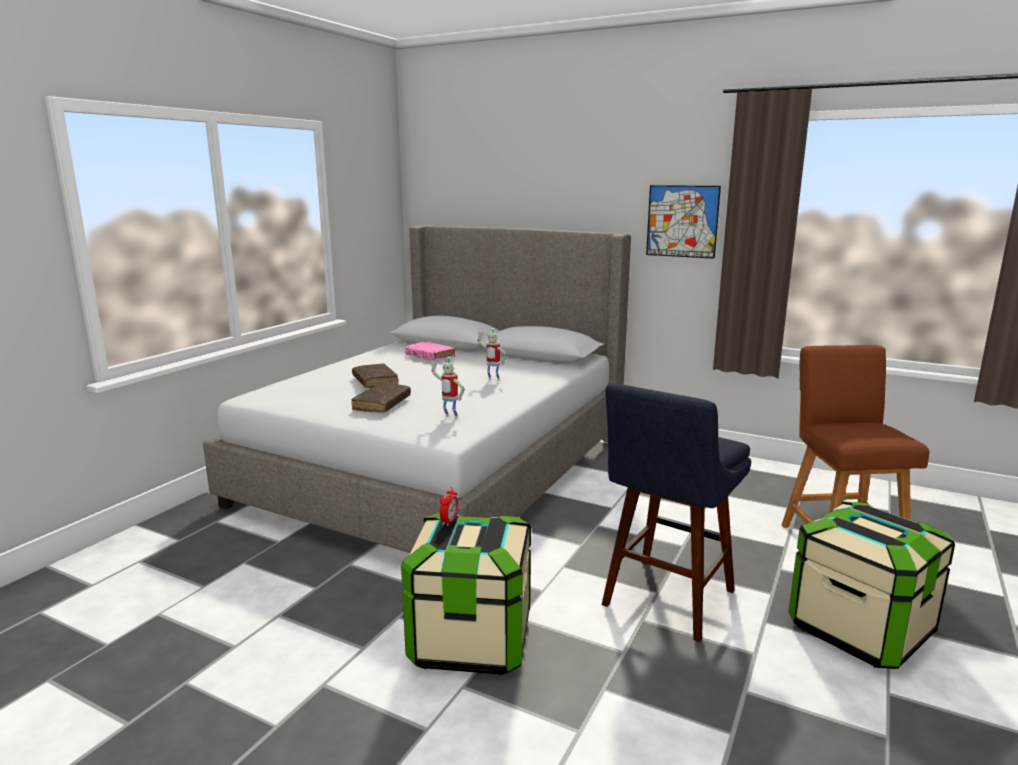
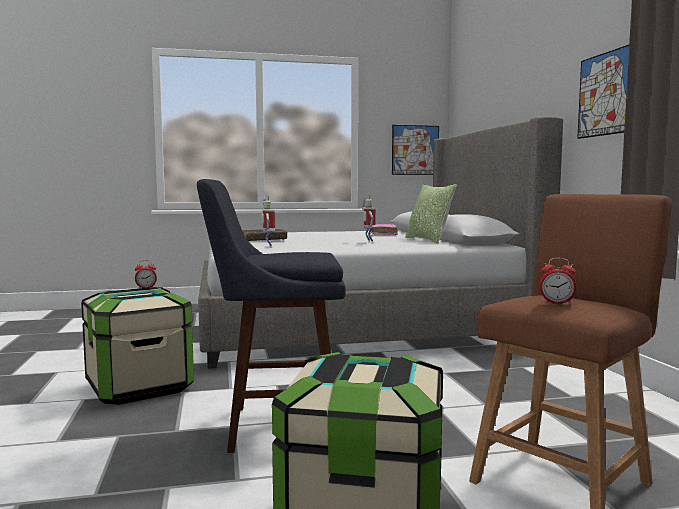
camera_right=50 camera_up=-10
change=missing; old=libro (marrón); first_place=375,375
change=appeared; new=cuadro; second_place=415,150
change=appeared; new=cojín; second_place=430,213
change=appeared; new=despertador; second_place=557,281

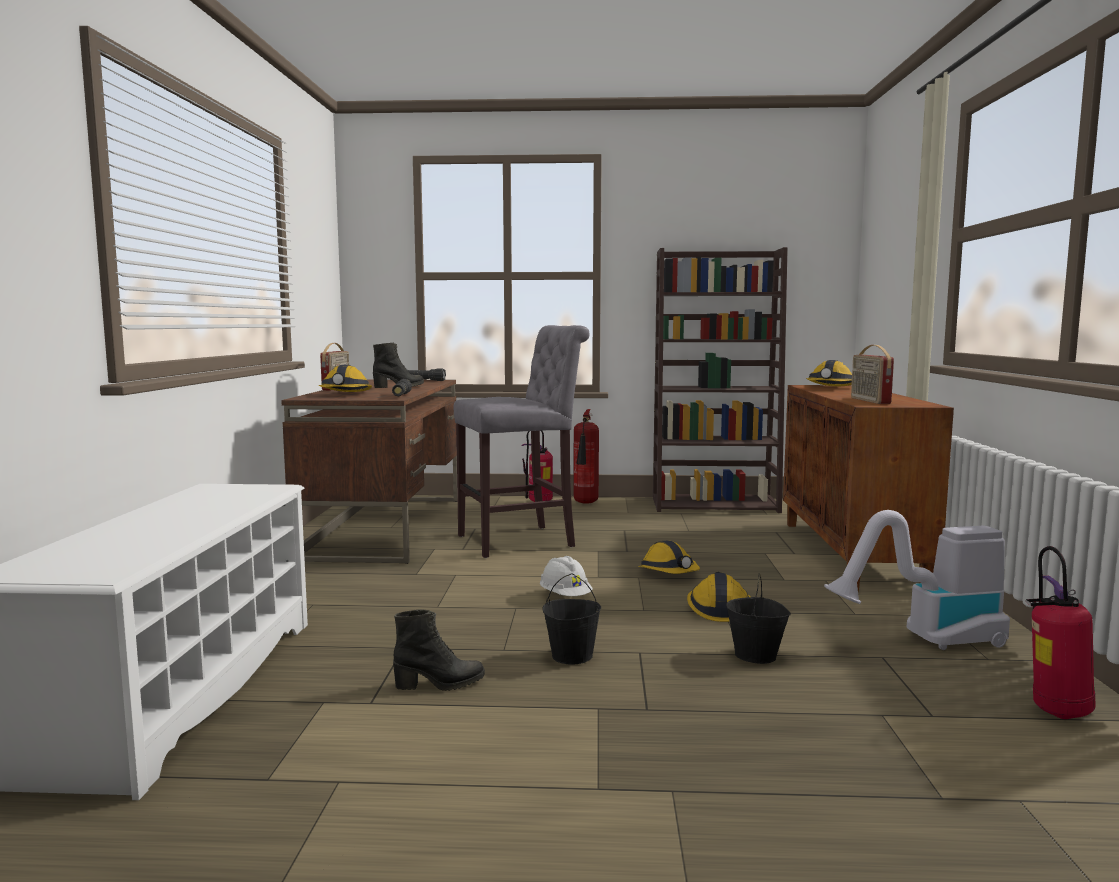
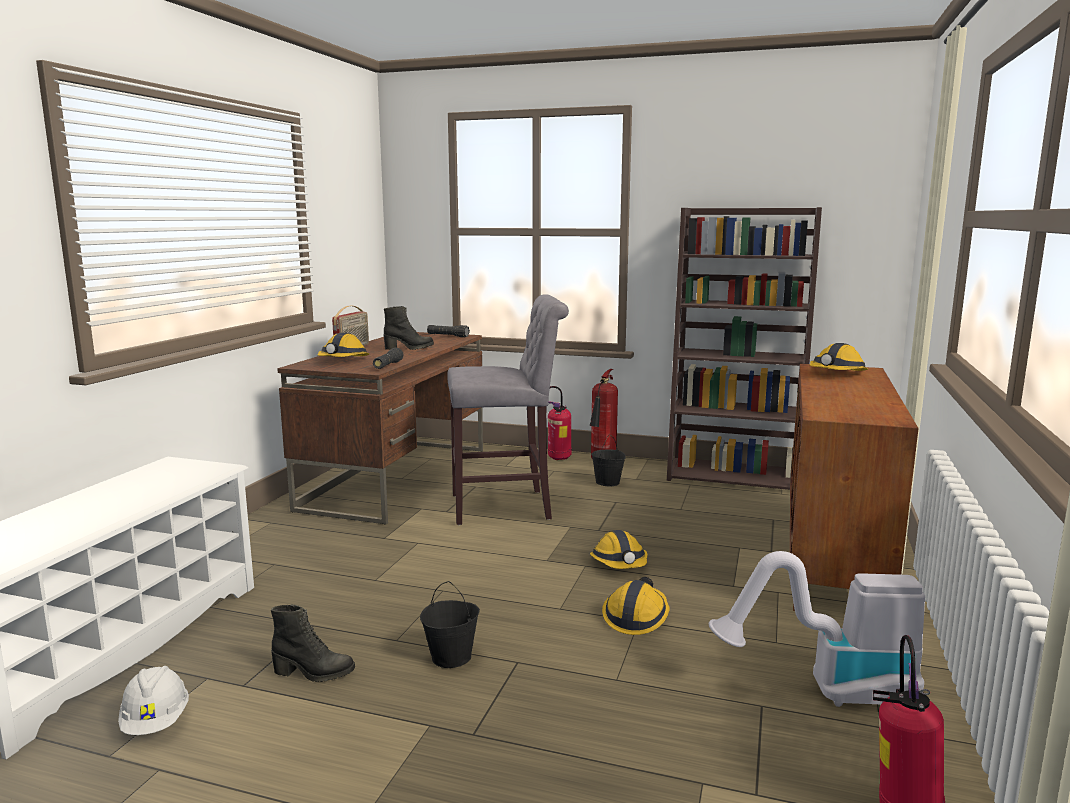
camera_right=15 camera_up=5
change=missing; old=radio; first_place=872,374
change=relocated; old=casco (blanco); first_place=566,576; second_place=153,700
change=relocated; old=cubo (negro); first_place=758,618; second_place=608,460

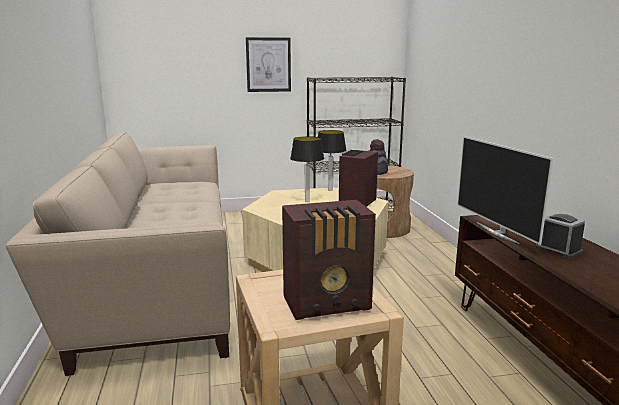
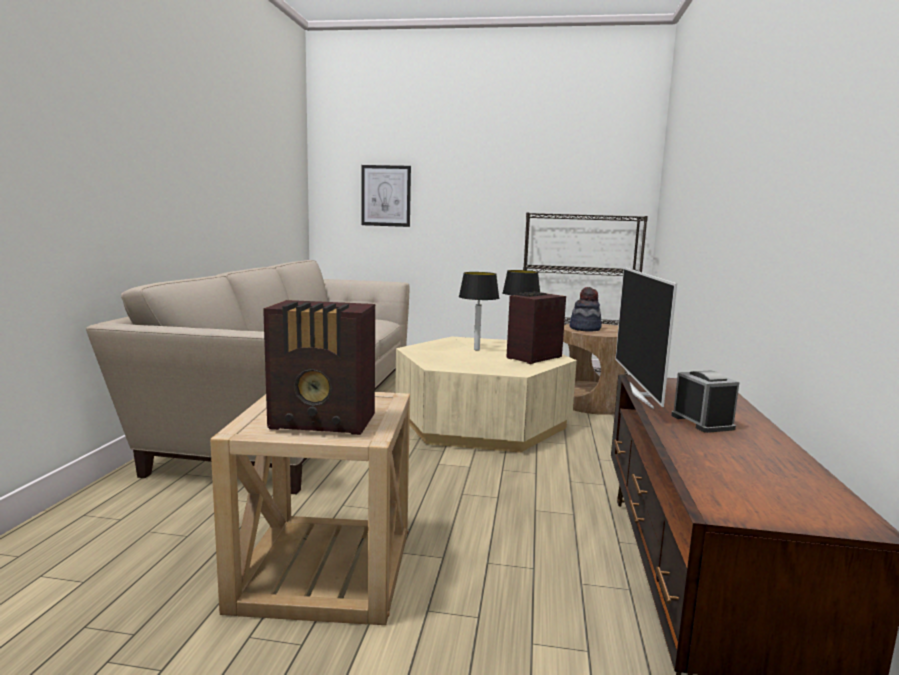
camera_right=20 camera_up=-5
change=relocated; old=cuadro; first_place=268,64; second_place=386,196

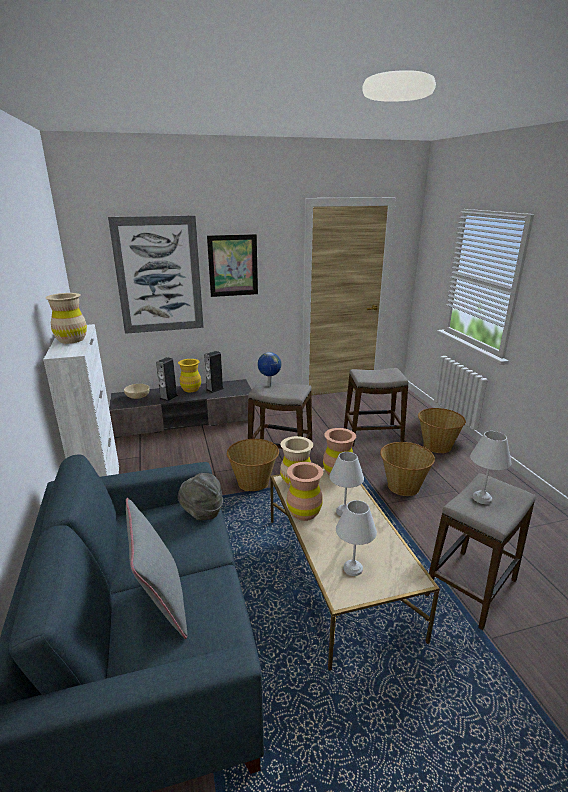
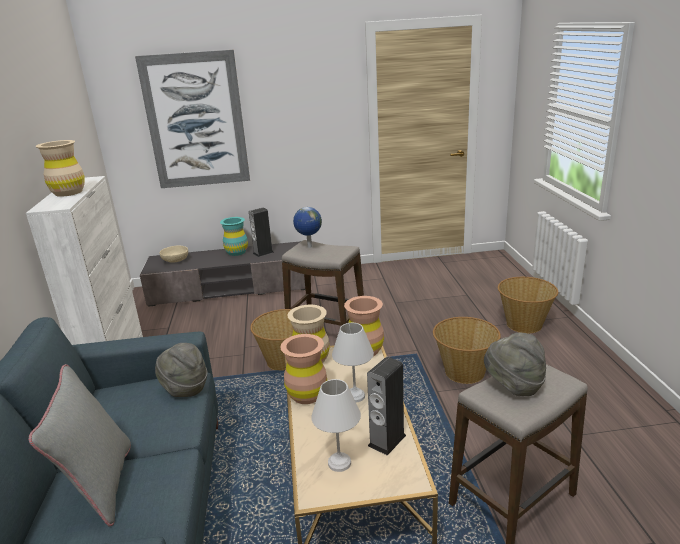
camera_right=10 camera_up=0
change=missing; old=cuadro; first_place=232,265
change=missing; old=taburete; first_place=376,407
change=relocated; old=altavoz; first_place=167,379; second_place=386,406
change=exchanged; old=lámpara de mesa (blanco); new=sombrero (gris); first_place=490,467; second_place=515,364
change=colour; old=florero (amarillo); new=florero (turquesa); first_place=189,375; second_place=234,236

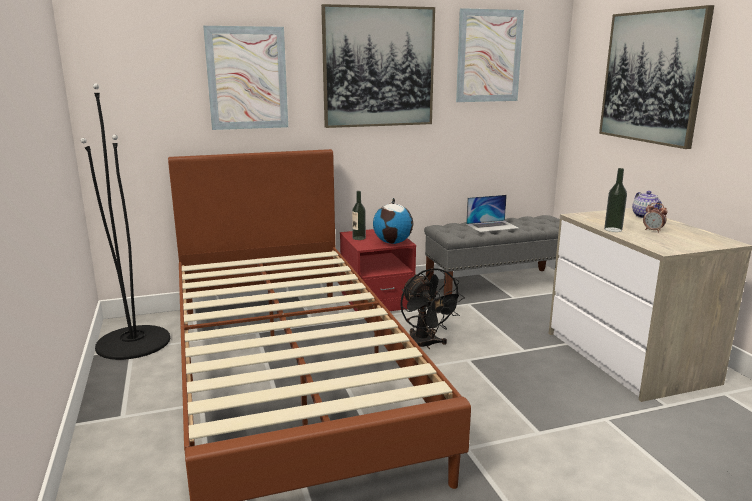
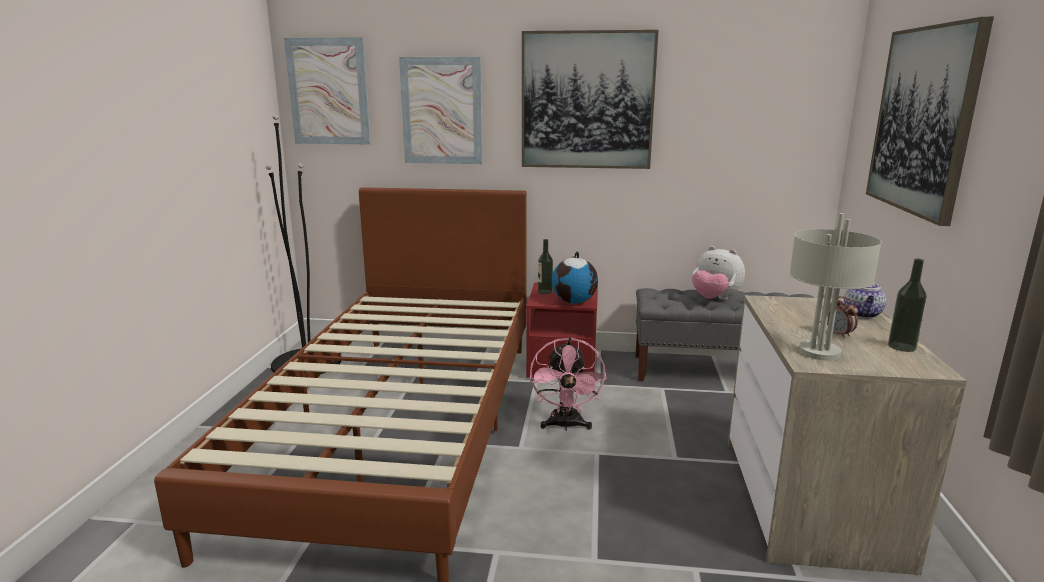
camera_right=25 camera_up=0
change=appeared; new=lámpara de mesa (gris); second_place=835,287
change=relocated; old=cuadro; first_place=490,55; second_place=327,90
change=relocated; old=botella; first_place=615,200; second_place=907,305
change=exchanged; old=portátil; new=peluche; first_place=493,213; second_place=718,273
change=colour; old=ventilador (negro); new=ventilador (rosa); first_place=432,308; second_place=568,384

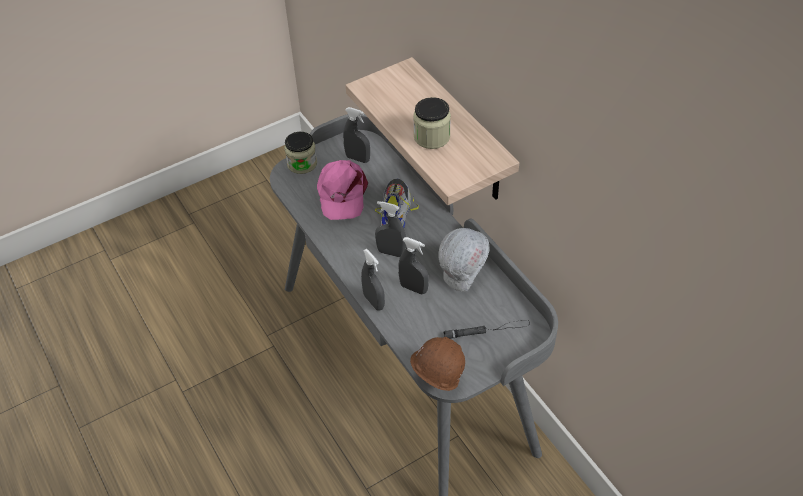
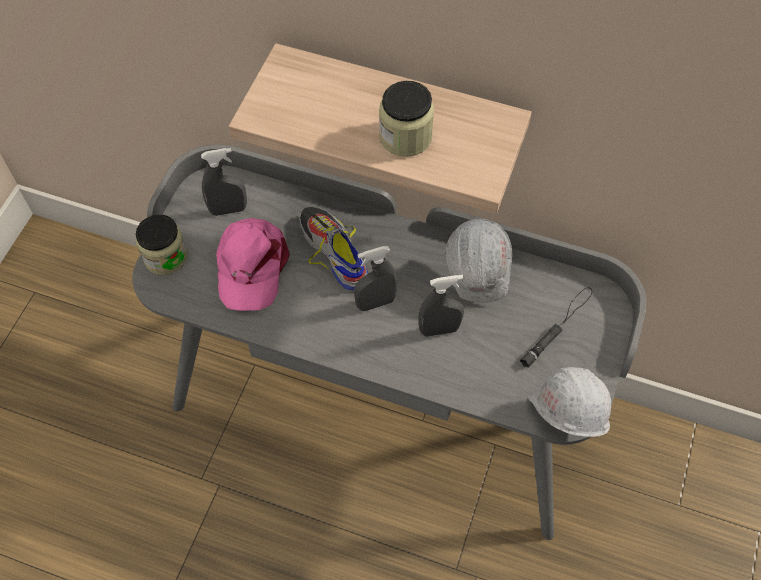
camera_right=-40 camera_up=10
change=missing; old=pulverizador (gris); first_place=373,280
change=colour; old=casco (marrón); new=casco (blanco); first_place=437,364; second_place=568,402
change=spun; old=gorra (rosa); first_place=342,190; second_place=253,264; degrees=45

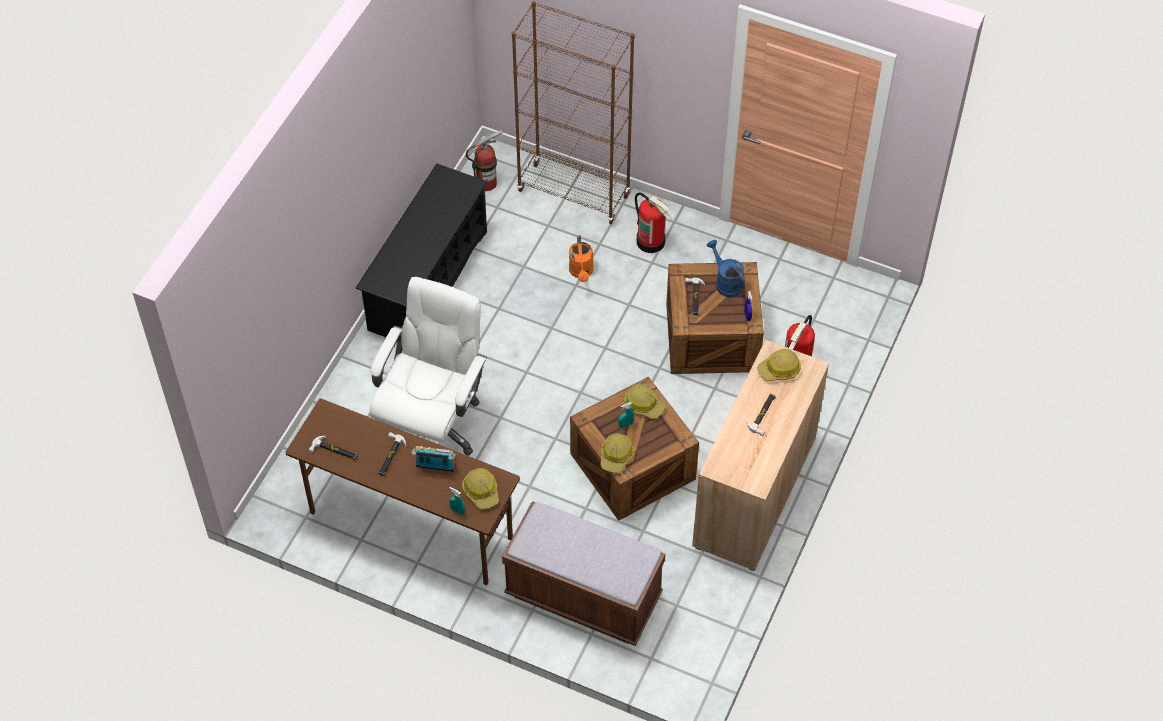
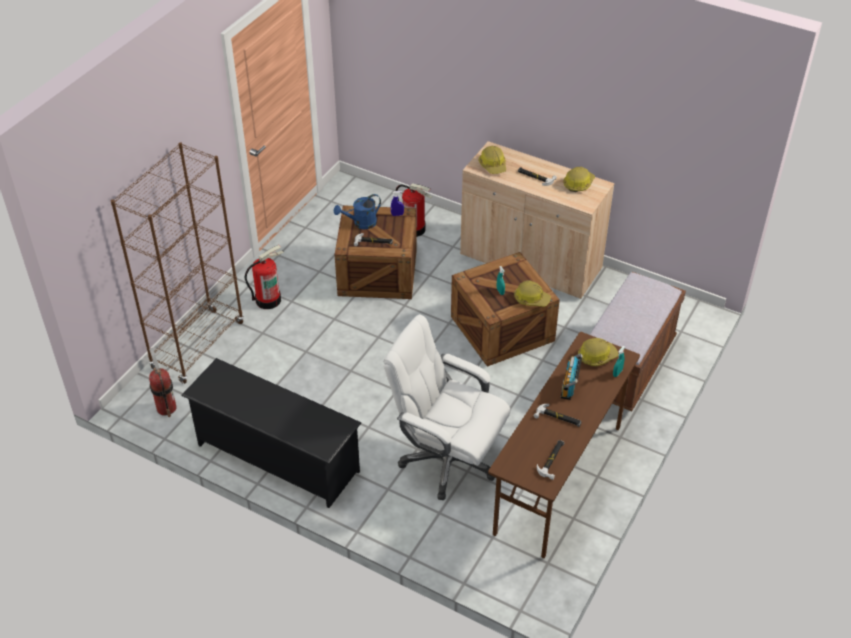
camera_right=-85 camera_up=-10
change=missing; old=regadera (naranja); first_place=581,258
change=relocated; old=casco; first_place=644,401; second_place=579,179

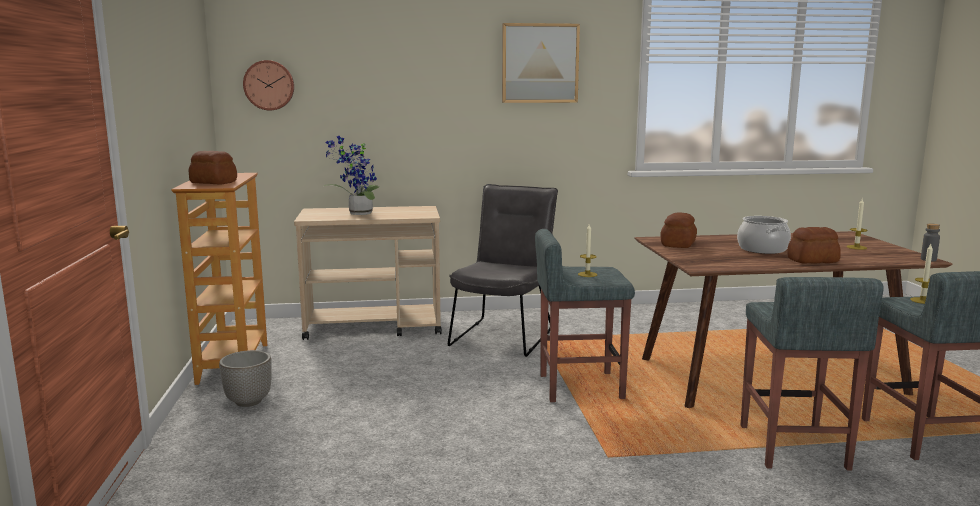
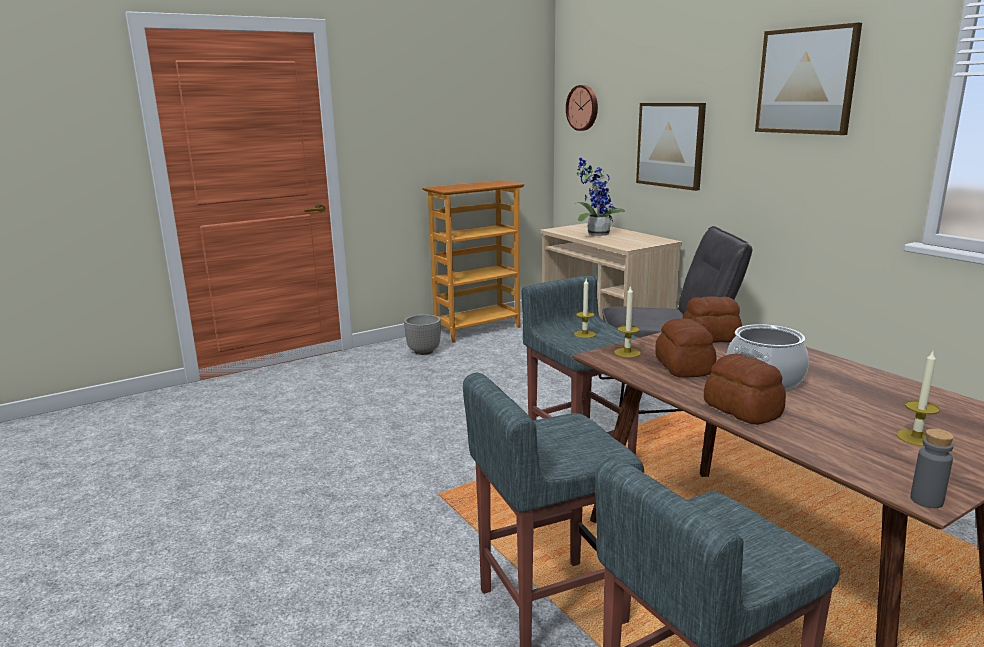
camera_right=65 camera_up=5
change=appeared; new=cuadro; second_place=671,147
change=relocated; old=pan; first_place=213,168; second_place=686,348
change=relocated; old=vela; first_place=921,274; second_place=627,321

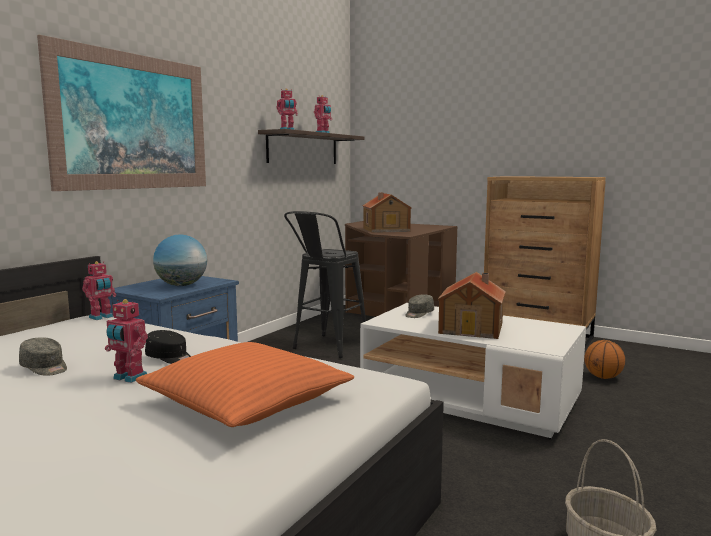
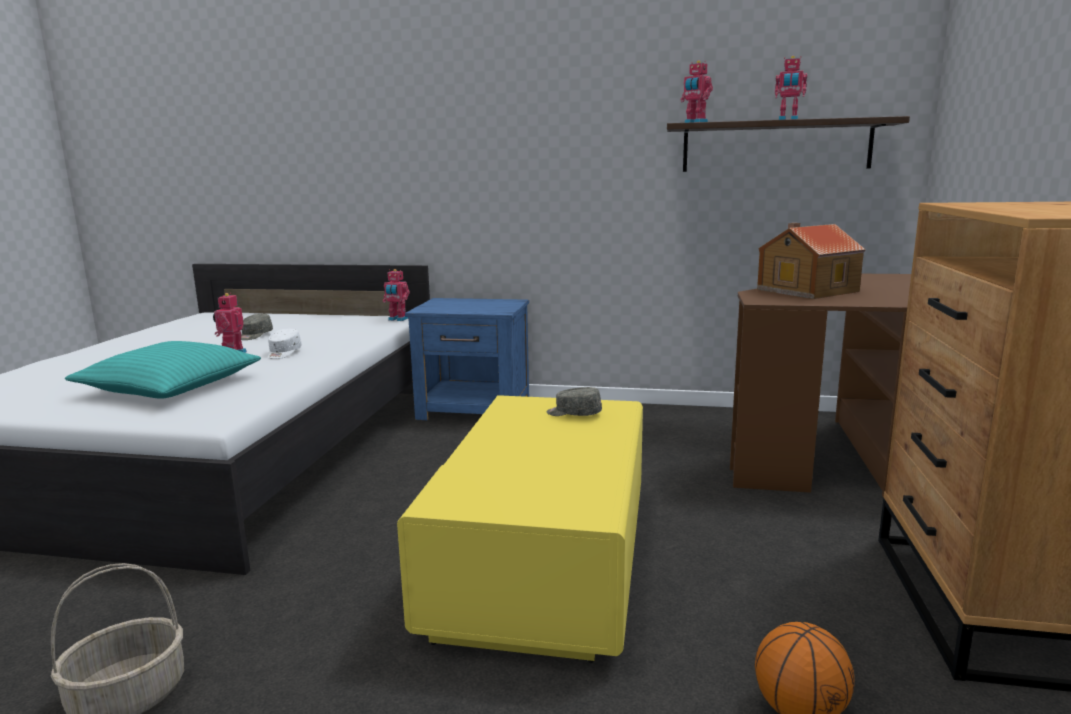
camera_right=70 camera_up=5
change=missing; old=cuadro; first_place=121,113
change=missing; old=globo terráqueo; first_place=180,260
change=missing; old=taburete (negro); first_place=325,284
change=missing; old=casita; first_place=472,305
change=colour; old=cojín (naranja); new=cojín (turquesa); first_place=244,384; second_place=163,370
change=colour; old=gorra (negro); new=gorra (blanco); first_place=168,347; second_place=284,344
change=colour; old=mesa de centro (blanco); new=mesa de centro (amarillo); first_place=473,371; second_place=520,529

